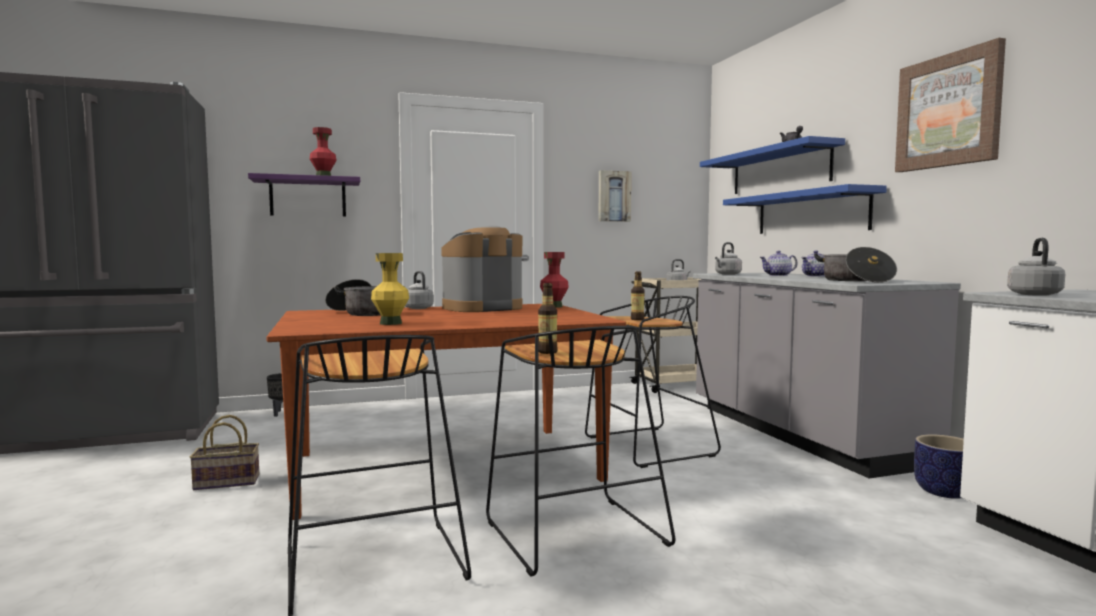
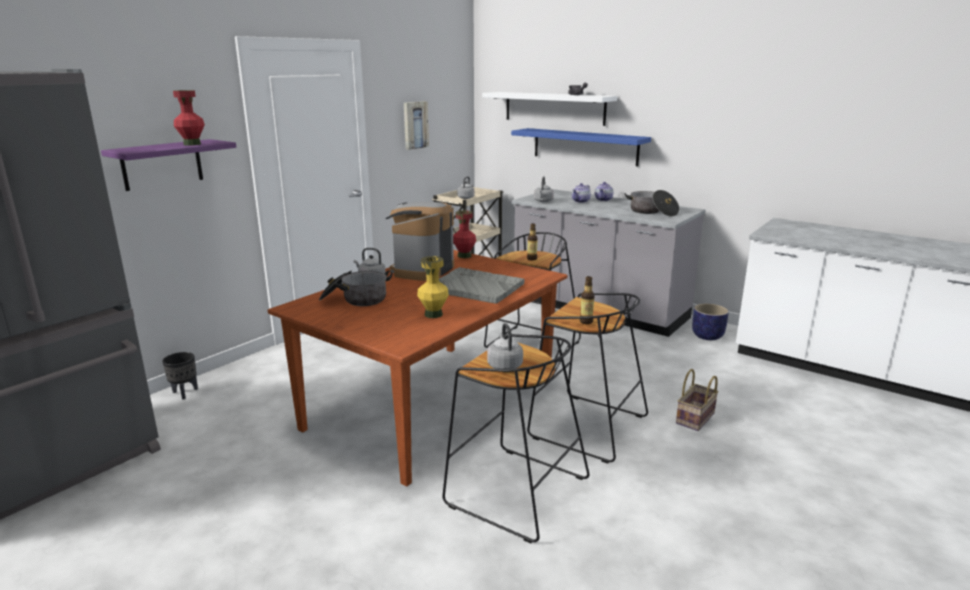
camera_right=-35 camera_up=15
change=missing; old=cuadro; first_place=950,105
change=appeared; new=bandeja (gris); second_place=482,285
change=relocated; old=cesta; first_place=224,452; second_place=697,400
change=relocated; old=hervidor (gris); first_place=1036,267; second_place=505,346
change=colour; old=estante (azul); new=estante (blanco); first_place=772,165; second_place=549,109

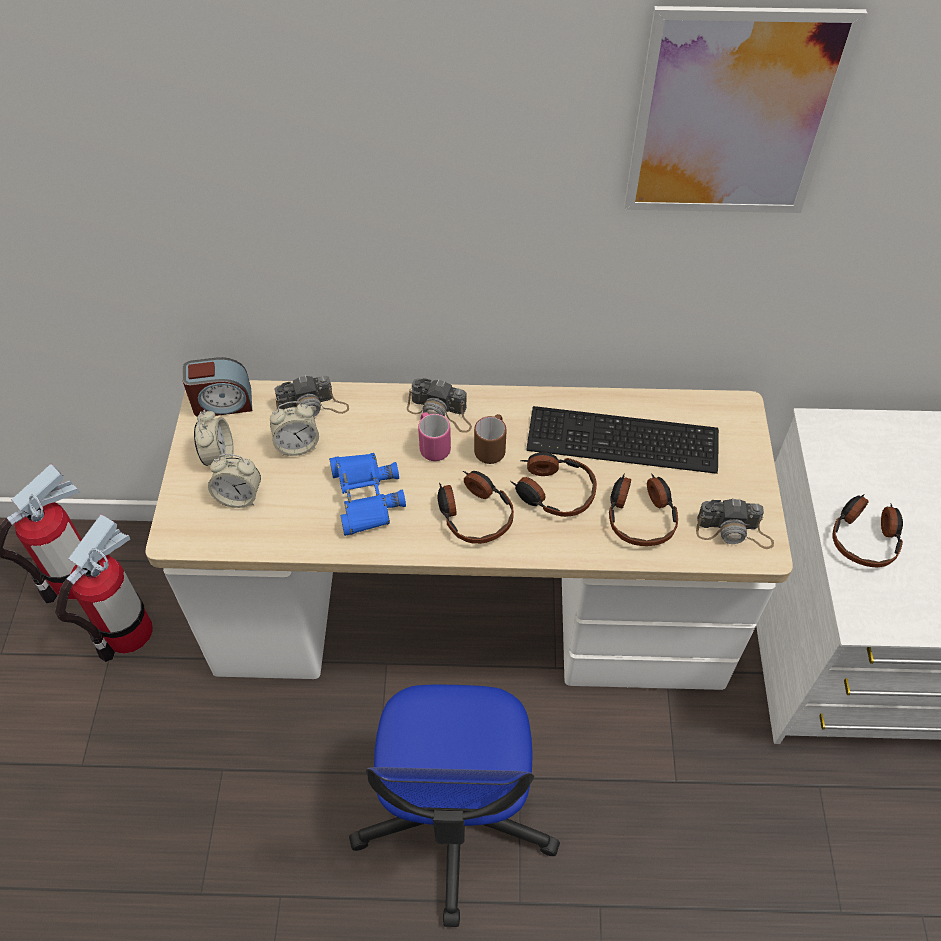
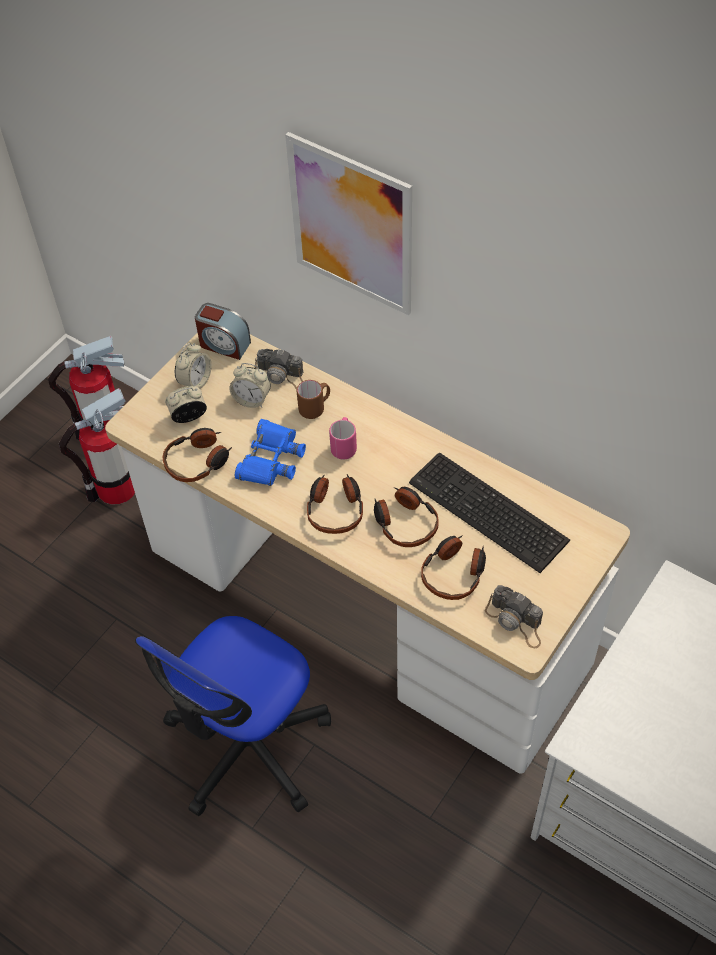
camera_right=35 camera_up=0
change=missing; old=cámara; first_place=439,405
change=relocated; old=taza grande (marrón); first_place=490,439; second_place=313,399
change=relocated; old=cuadro; first_place=745,109; second_place=348,223
change=relocated; old=auriculares; first_place=867,530; second_place=197,455
change=spun; old=despertador; first_place=234,481; second_place=186,404; degrees=120

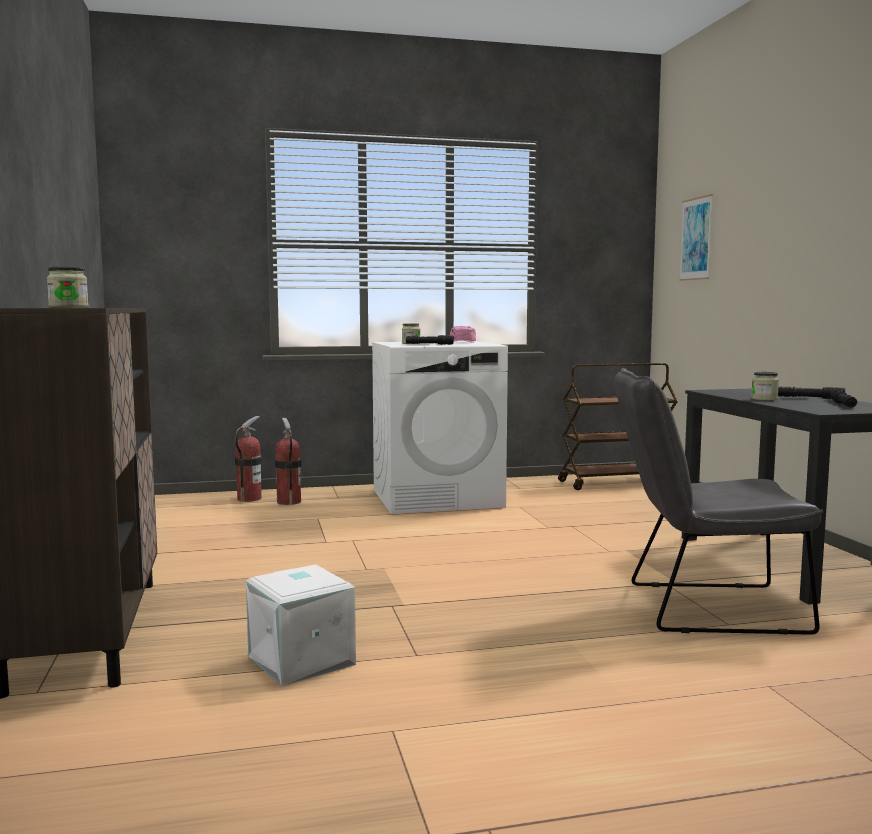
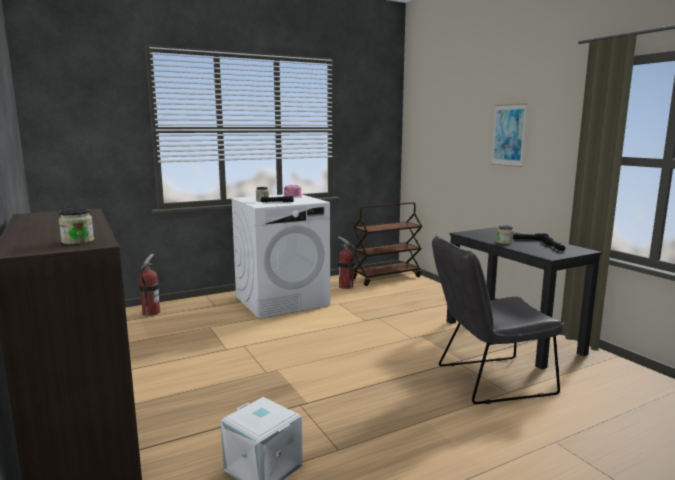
camera_right=-15 camera_up=5
change=relocated; old=extintor; first_place=288,461; second_place=346,262
change=relocated; old=cuadro; first_place=696,237; second_place=509,135

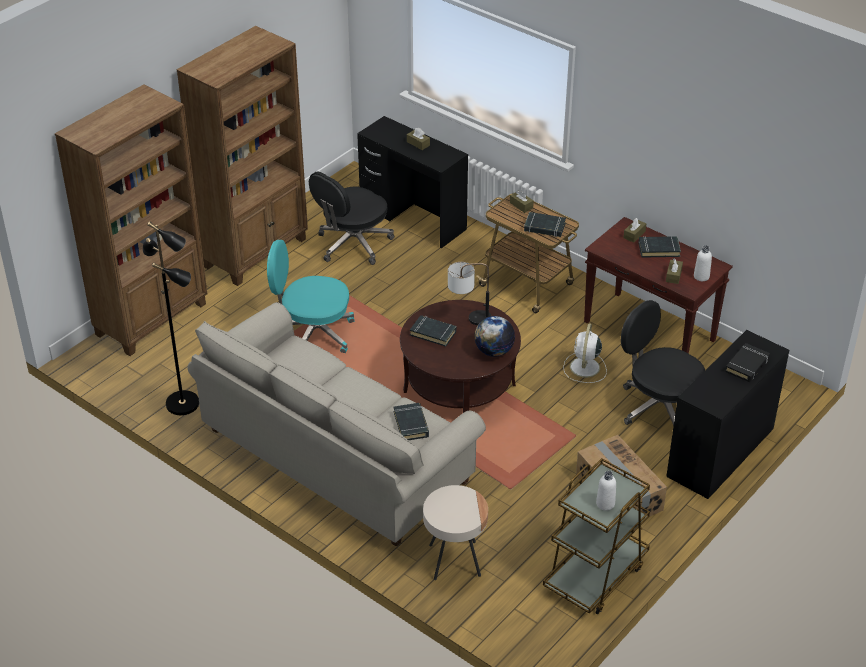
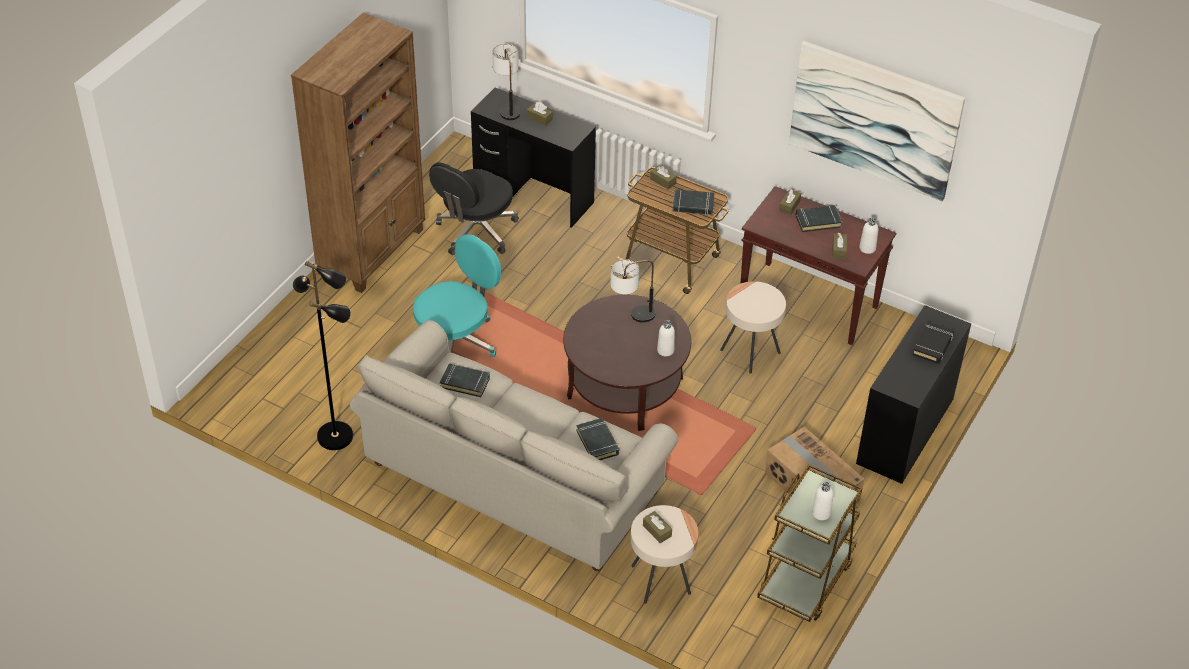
camera_right=-10 camera_up=5
change=missing; old=estantería (marrón); first_place=131,220
change=missing; old=silla de oficina (negro); first_place=663,367
change=appeared; new=lámpara de mesa; second_place=506,82
change=appeared; new=caja de pañuelos (marrón); second_place=657,527
change=appeared; new=cuadro; second_place=877,121
change=relocated; old=libro (negro); first_place=433,331; second_place=465,380
change=exchanged; old=globo terráqueo; new=botella (blanco); first_place=494,336; second_place=666,338
change=exchanged; old=ventilador (blanco); new=mesa auxiliar (beis); first_place=585,353; second_place=753,327
change=spun; old=silla de oficina (turquesa); first_place=311,296; second_place=457,295; degrees=135

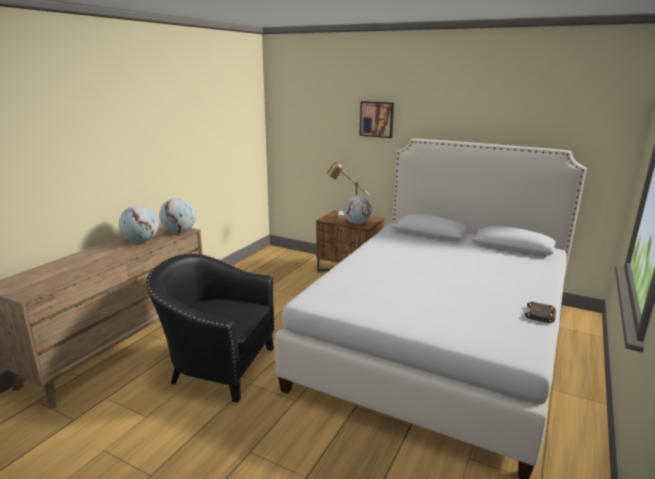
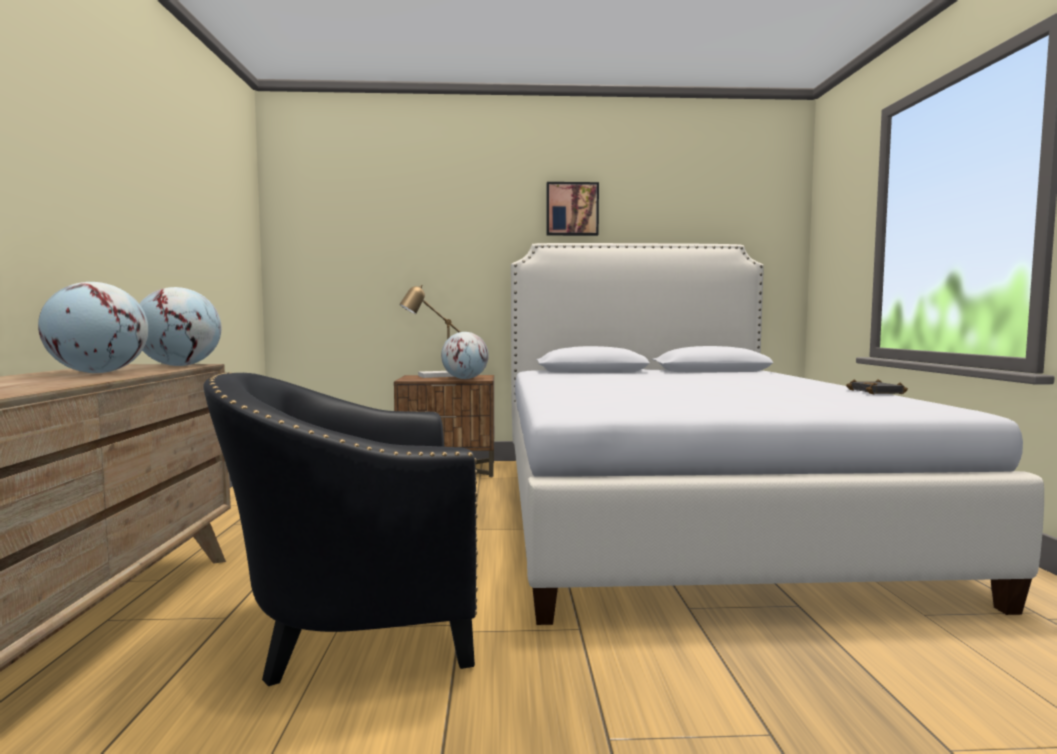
camera_right=-30 camera_up=-15
change=relocated; old=cuadro; first_place=376,119; second_place=572,209

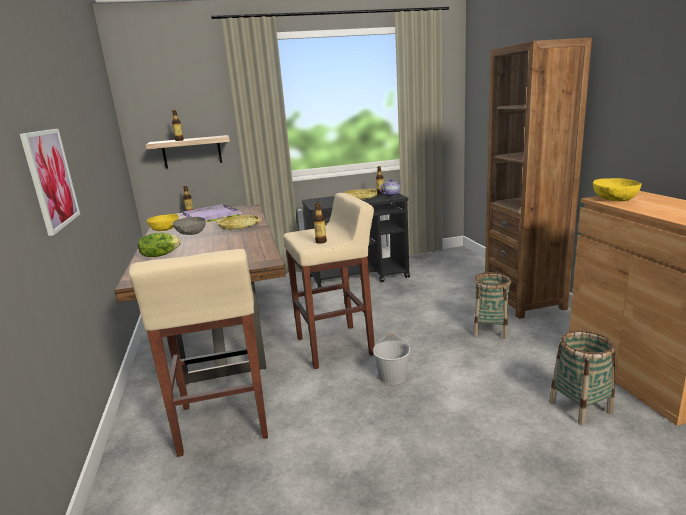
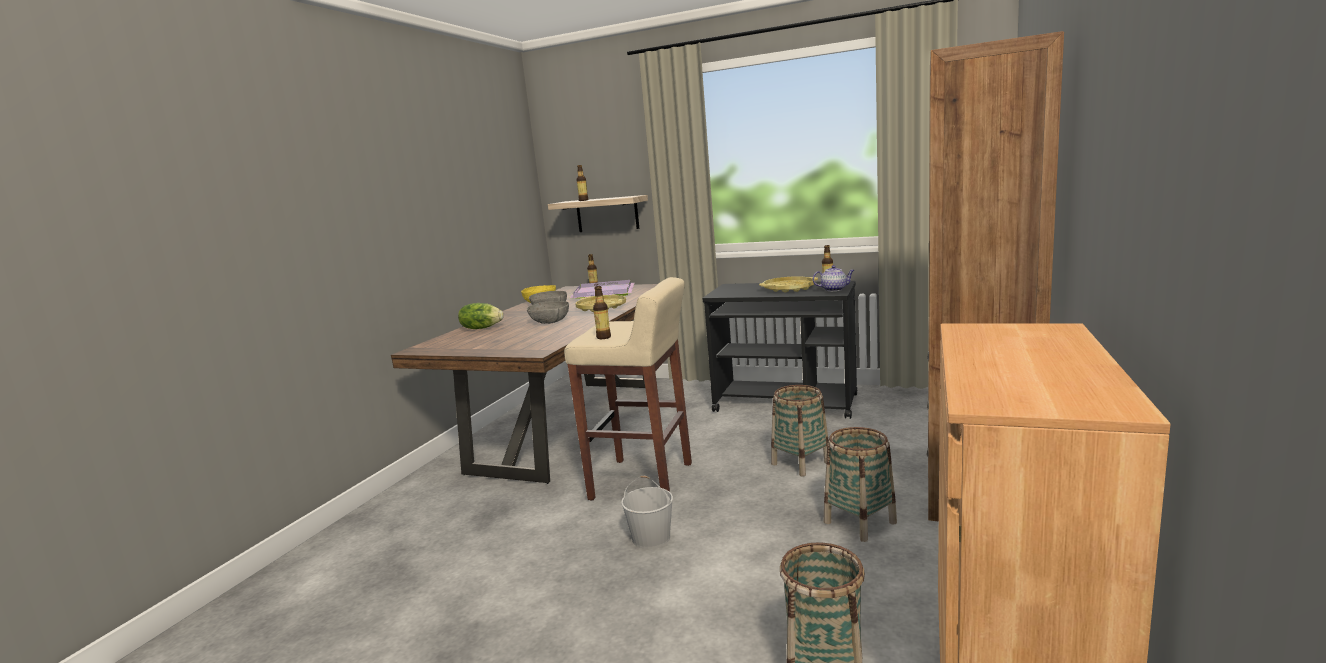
camera_right=35 camera_up=-5
change=missing; old=cuadro; first_place=50,182
change=missing; old=taburete (beis); first_place=198,353
change=missing; old=cuenco (amarillo); first_place=617,189
change=appeared; new=cuenco (gris); second_place=548,312
change=appeared; new=cesta; second_place=800,431

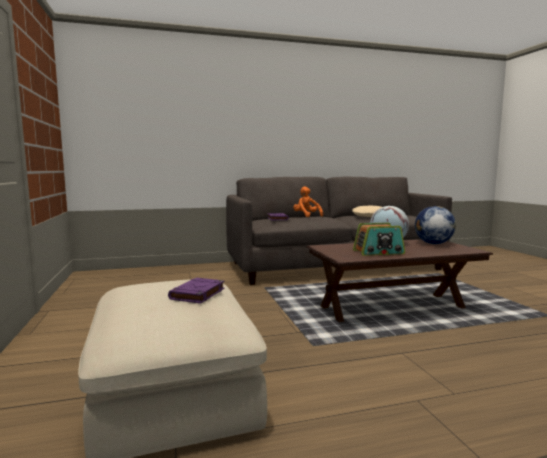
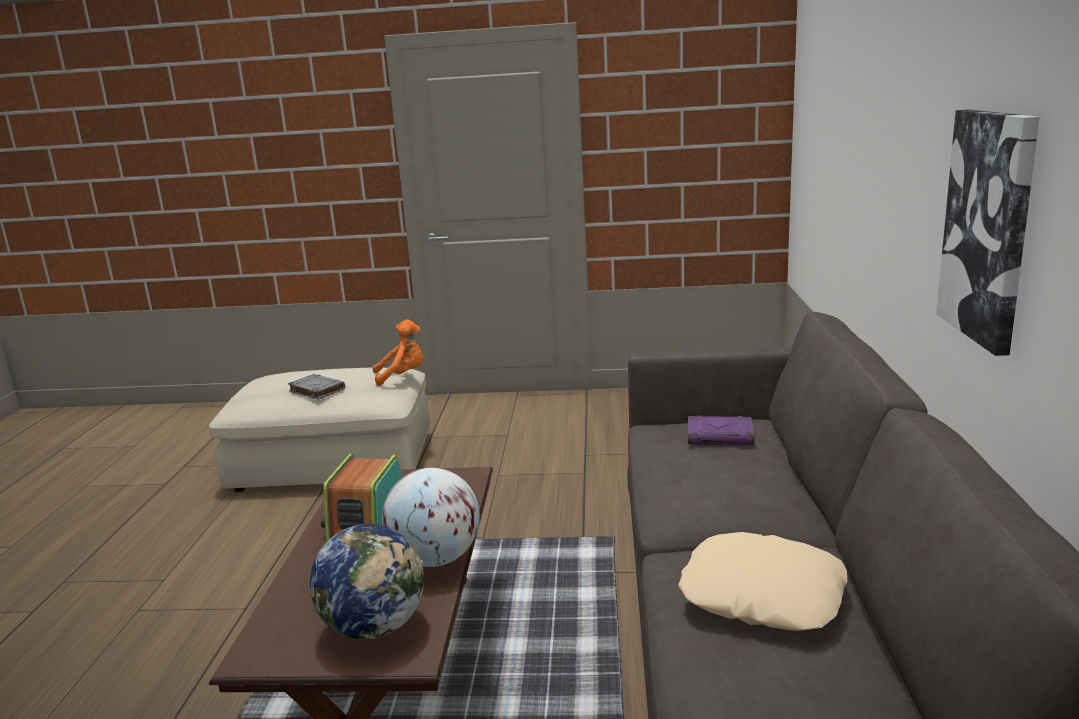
camera_right=110 camera_up=10
change=appeared; new=cuadro; second_place=988,232
change=relocated; old=peluche (naranja); first_place=308,201; second_place=397,352
change=colour; old=libro (morado); new=libro (gris); first_place=196,291; second_place=316,387

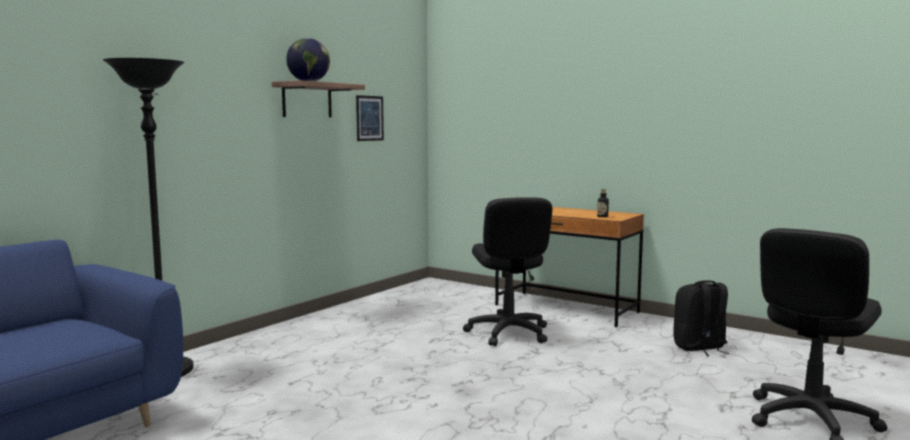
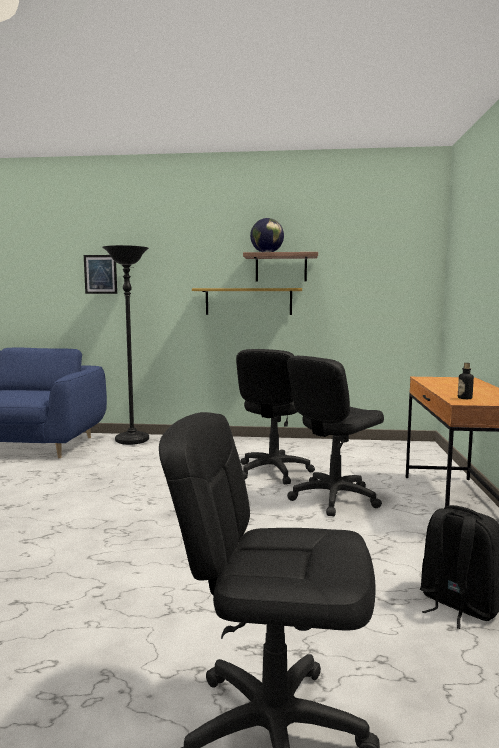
camera_right=60 camera_up=0
change=appeared; new=estante; second_place=247,301
change=appeared; new=silla de oficina (negro); second_place=275,416
change=relocated; old=cuadro; first_place=370,118; second_place=100,274

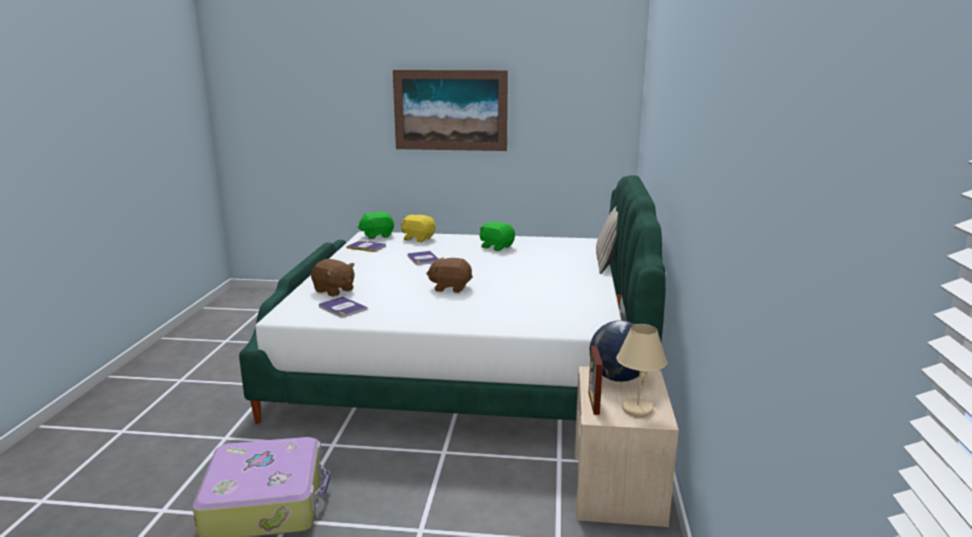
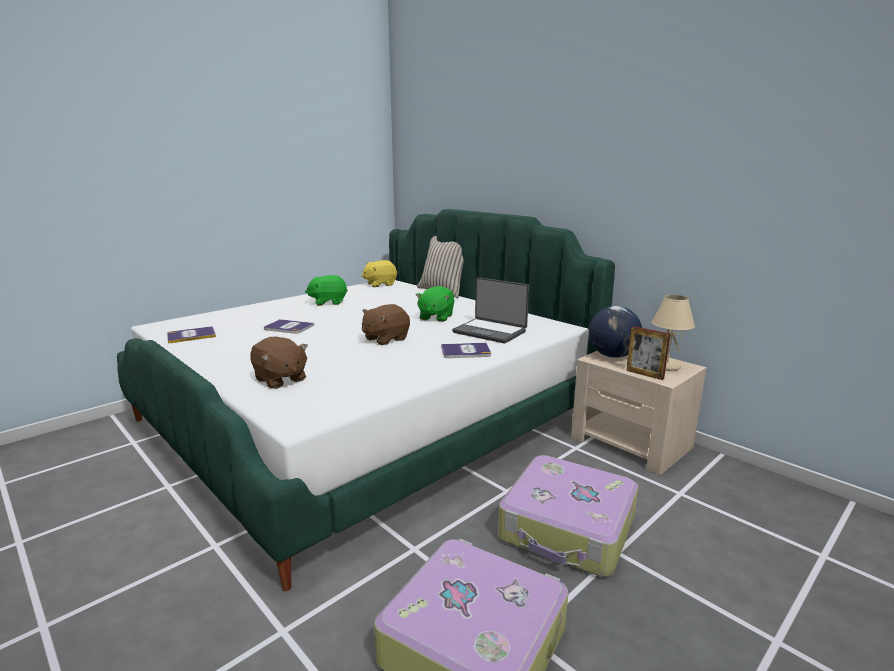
camera_right=-50 camera_up=0
change=missing; old=cuadro; first_place=450,110
change=appeared; new=portátil; second_place=490,310
change=appeared; new=maleta; second_place=568,516
change=relocated; old=libro; first_place=343,307; second_place=466,350
change=relocated; old=peluche (verde); first_place=376,225; second_place=435,304
change=relocated; old=peluche (amarillo); first_place=418,228; second_place=379,273
change=spun; old=peluche (marrón); first_place=333,277; second_place=279,363; degrees=60

